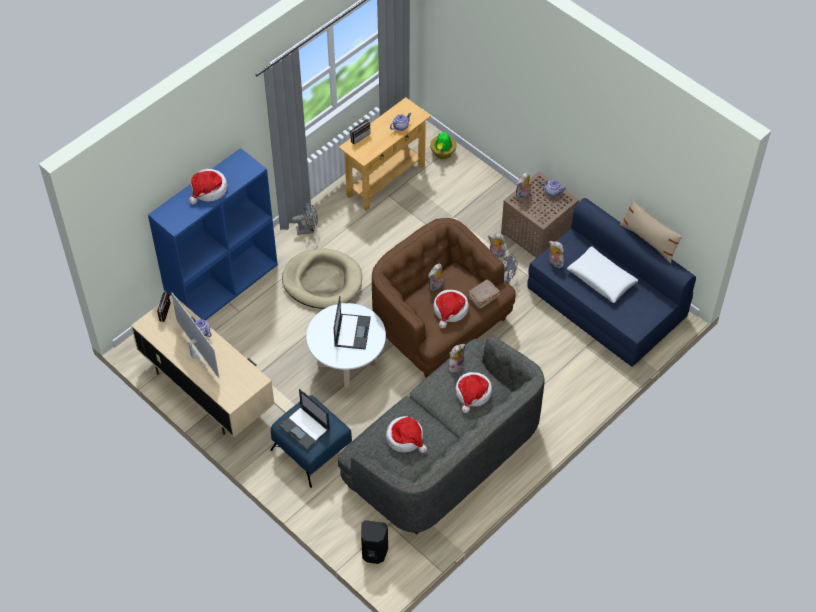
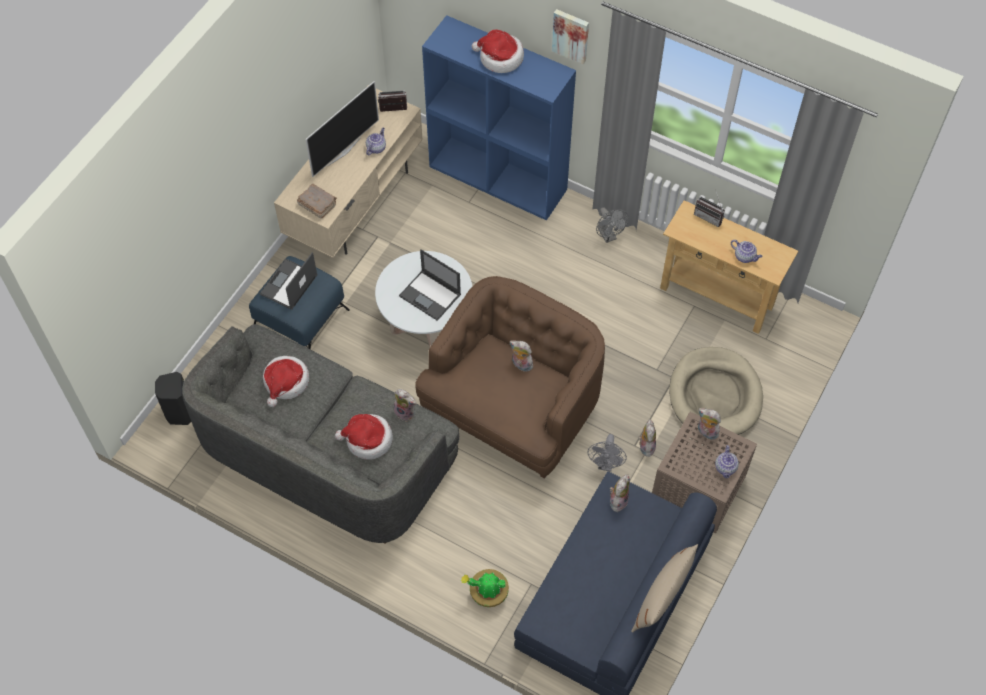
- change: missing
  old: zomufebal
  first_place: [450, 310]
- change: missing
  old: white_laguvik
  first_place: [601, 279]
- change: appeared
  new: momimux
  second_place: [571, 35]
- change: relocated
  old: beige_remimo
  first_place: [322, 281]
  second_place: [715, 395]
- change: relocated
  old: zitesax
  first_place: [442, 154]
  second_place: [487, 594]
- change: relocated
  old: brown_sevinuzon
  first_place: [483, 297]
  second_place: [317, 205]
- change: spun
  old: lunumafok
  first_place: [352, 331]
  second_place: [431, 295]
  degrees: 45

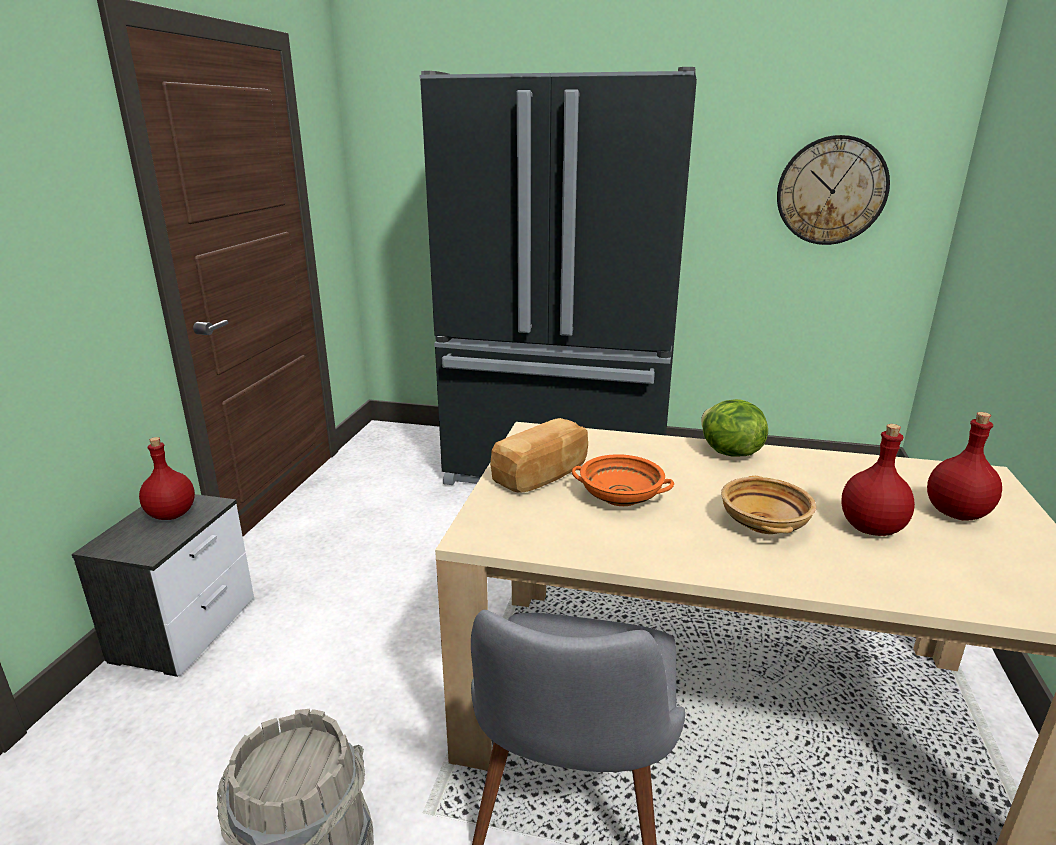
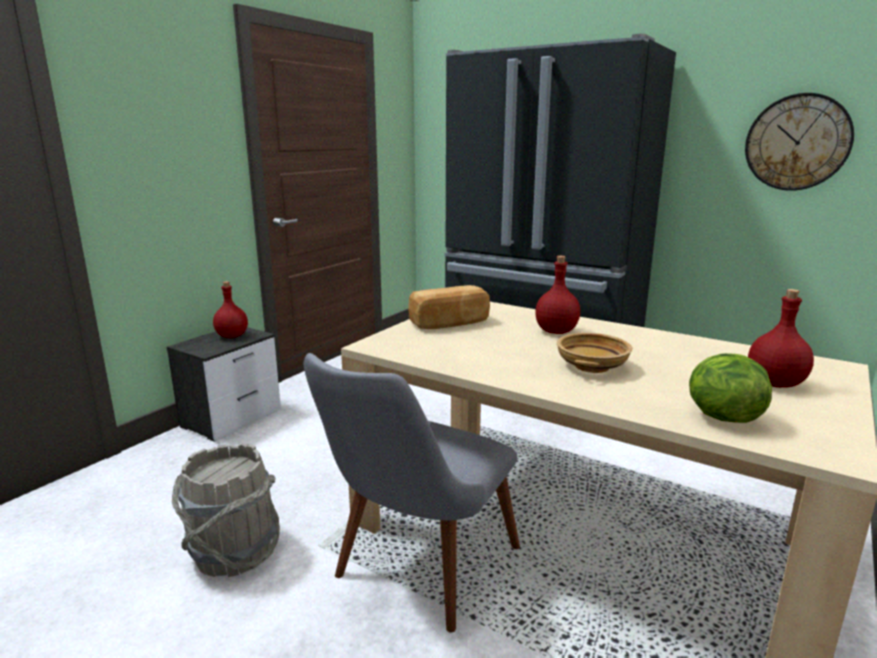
- change: missing
  old: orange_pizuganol
  first_place: [620, 496]
- change: relocated
  old: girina
  first_place: [728, 453]
  second_place: [721, 417]
- change: relocated
  old: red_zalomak
  first_place: [869, 528]
  second_place: [555, 331]

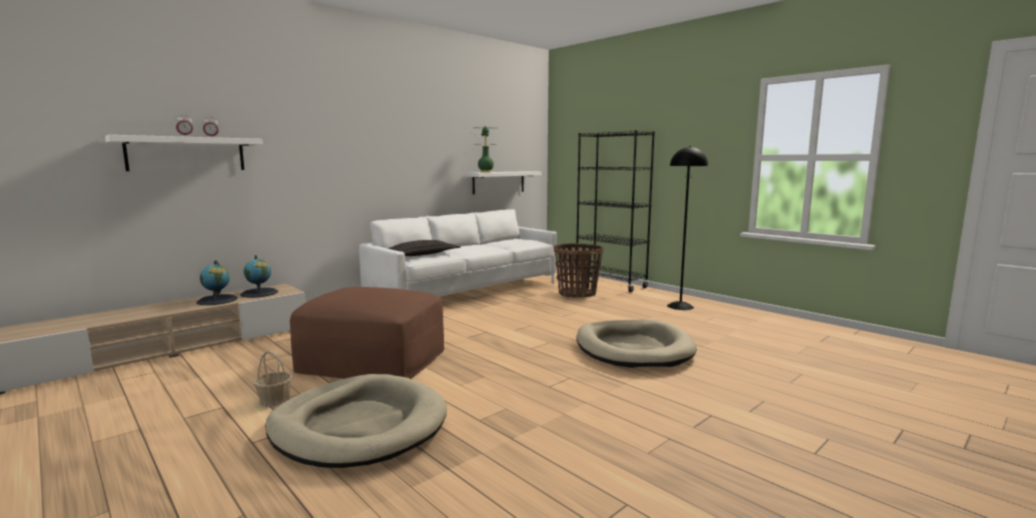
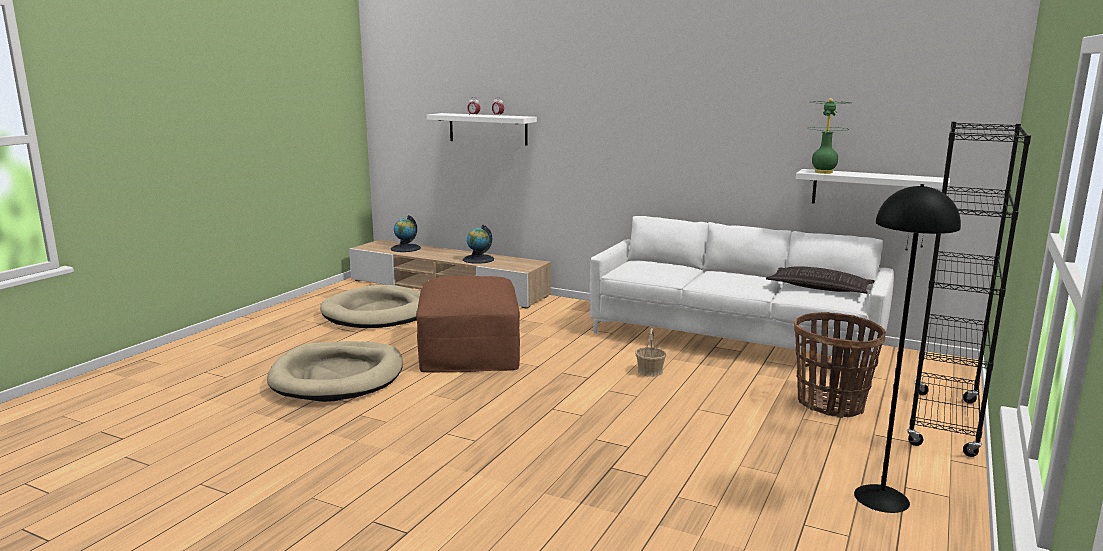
- change: relocated
  old: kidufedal
  first_place: [259, 293]
  second_place: [405, 248]
- change: relocated
  old: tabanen
  first_place: [275, 400]
  second_place: [650, 371]
- change: relocated
  old: laguvik
  first_place: [421, 254]
  second_place: [819, 288]
- change: relocated
  old: beige_remimo
  first_place: [633, 348]
  second_place: [380, 313]

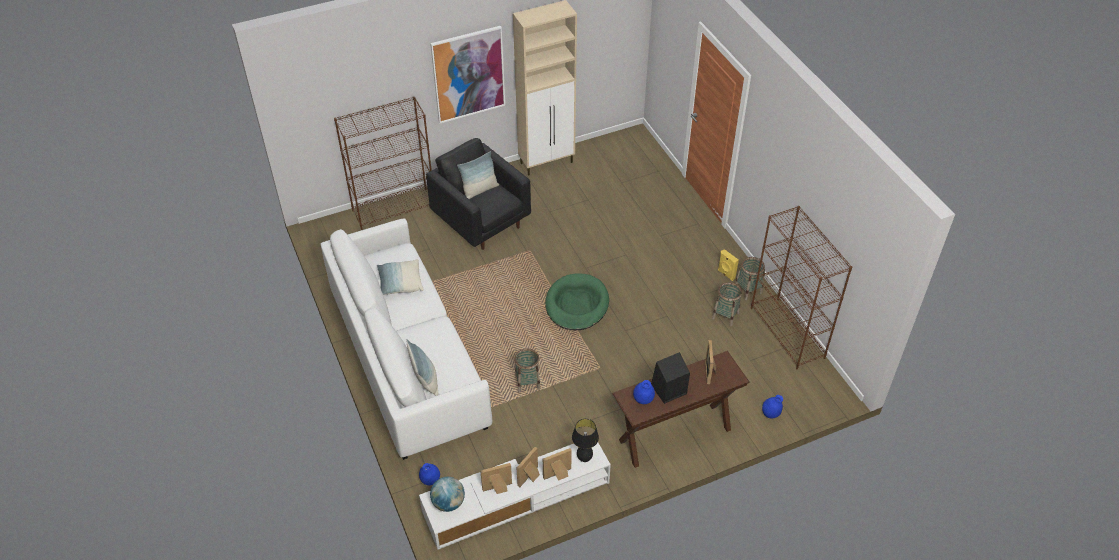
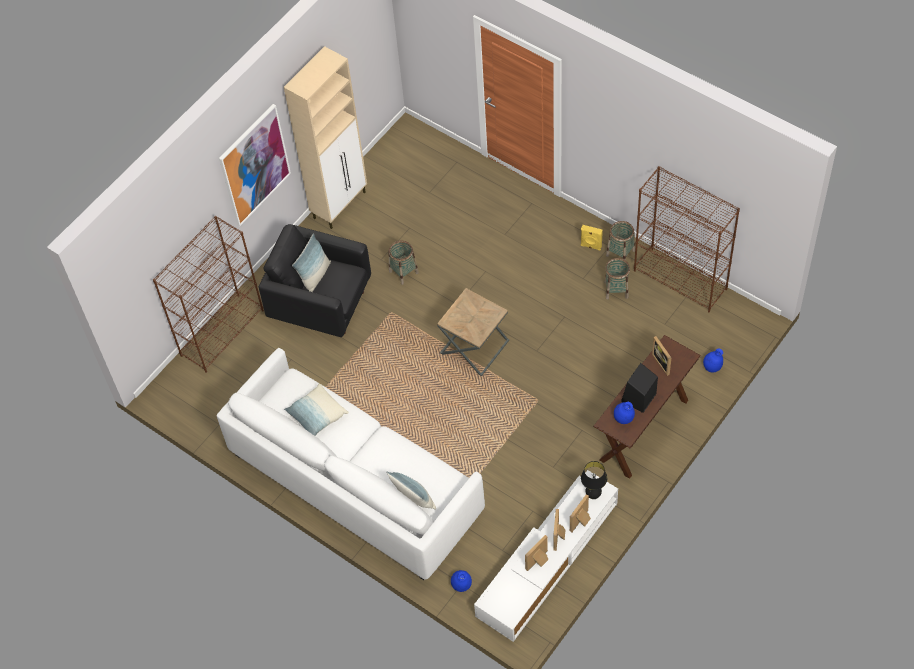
- change: missing
  old: kidufedal
  first_place: [448, 503]
- change: relocated
  old: tabanen
  first_place: [527, 382]
  second_place: [403, 272]
- change: exchanged
  old: green_remimo
  new: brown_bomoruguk
  first_place: [577, 304]
  second_place: [474, 347]

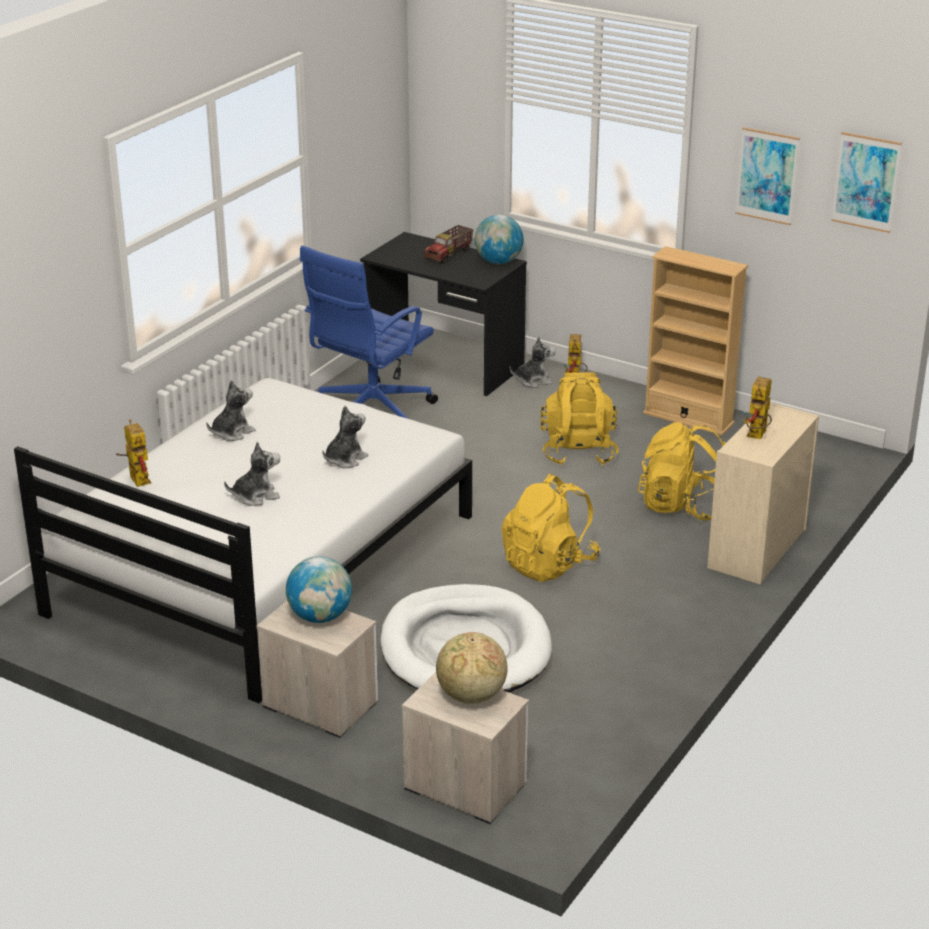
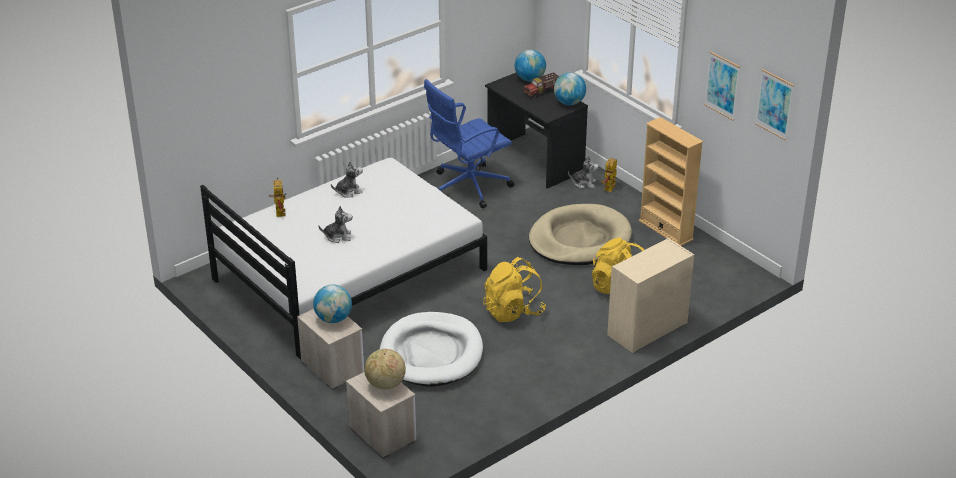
- change: missing
  old: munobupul
  first_place: [345, 459]
- change: missing
  old: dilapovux
  first_place: [757, 436]
- change: appeared
  new: kidufedal
  second_place: [529, 79]
- change: exchanged
  old: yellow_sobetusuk
  new: beige_remimo
  first_place: [578, 452]
  second_place: [579, 240]

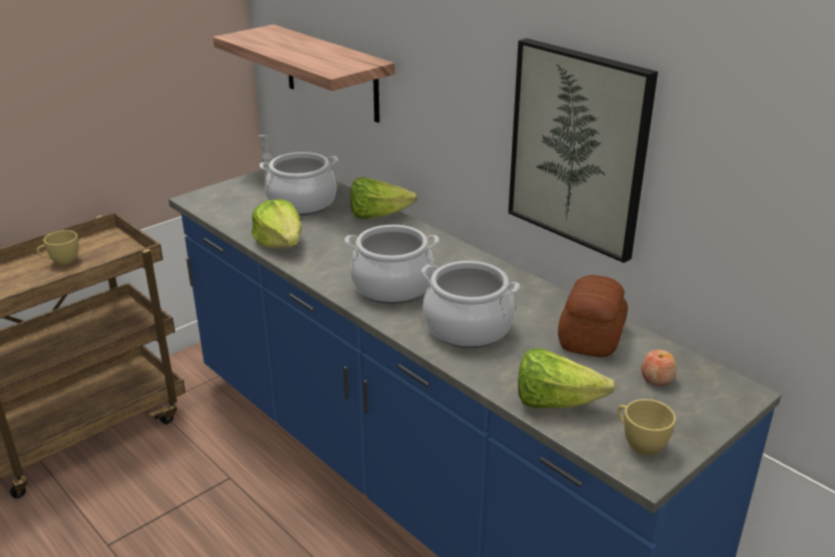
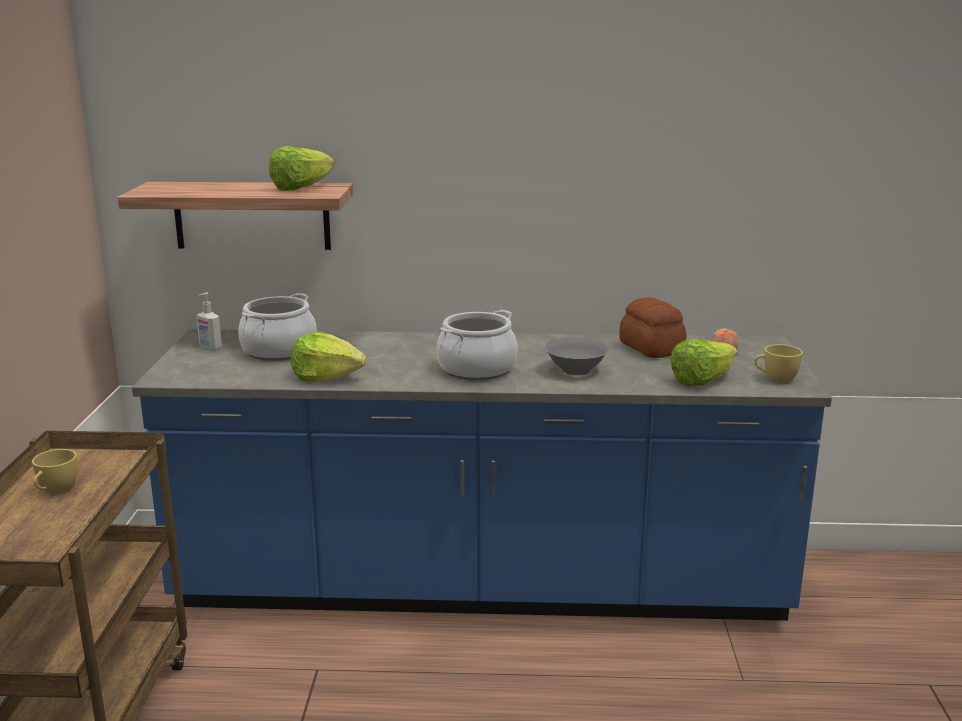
- change: missing
  old: momimux
  first_place: [579, 148]
- change: relocated
  old: girina
  first_place: [378, 216]
  second_place: [301, 188]
- change: exchanged
  old: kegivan
  new: grey_pizuganol
  first_place: [468, 327]
  second_place: [576, 370]

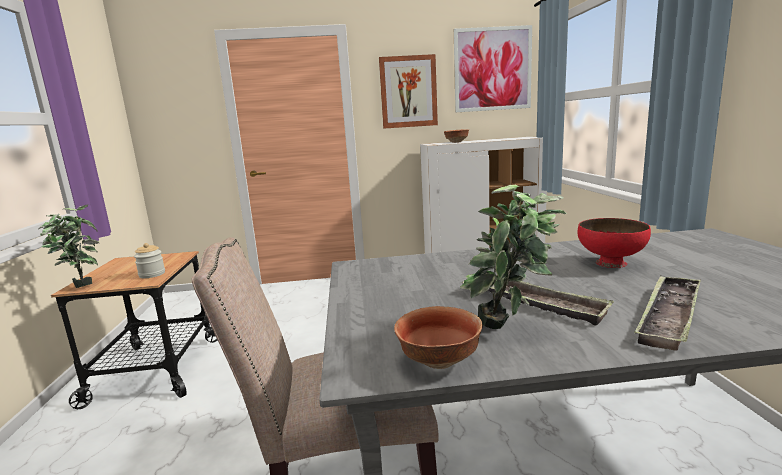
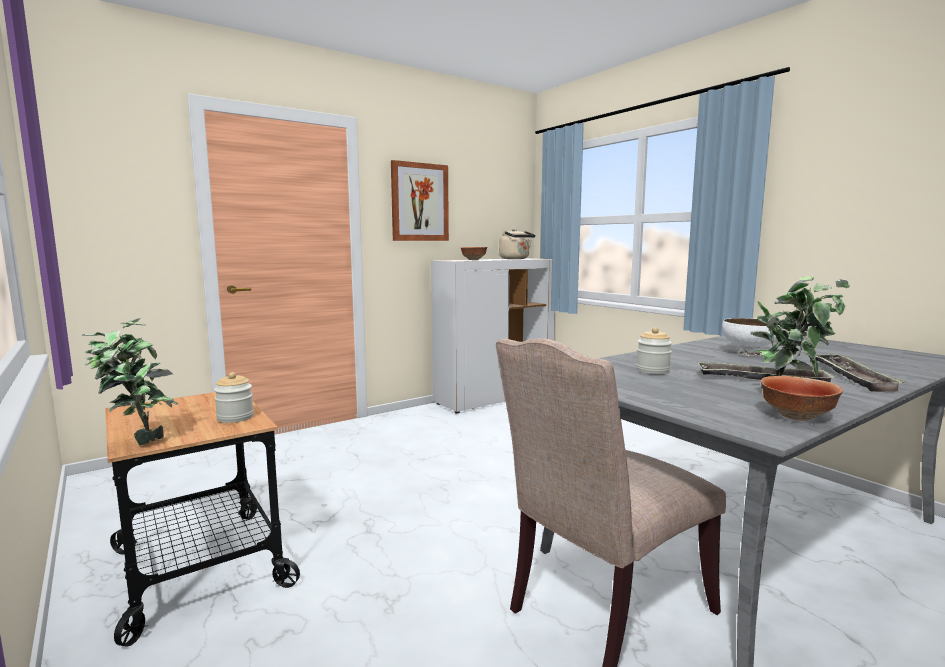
- change: missing
  old: momimux
  first_place: [492, 69]
- change: appeared
  new: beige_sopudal
  second_place: [516, 259]
- change: appeared
  new: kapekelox
  second_place: [652, 370]
- change: colour
  old: red_pizuganol
  new: white_pizuganol
  first_place: [610, 263]
  second_place: [748, 353]

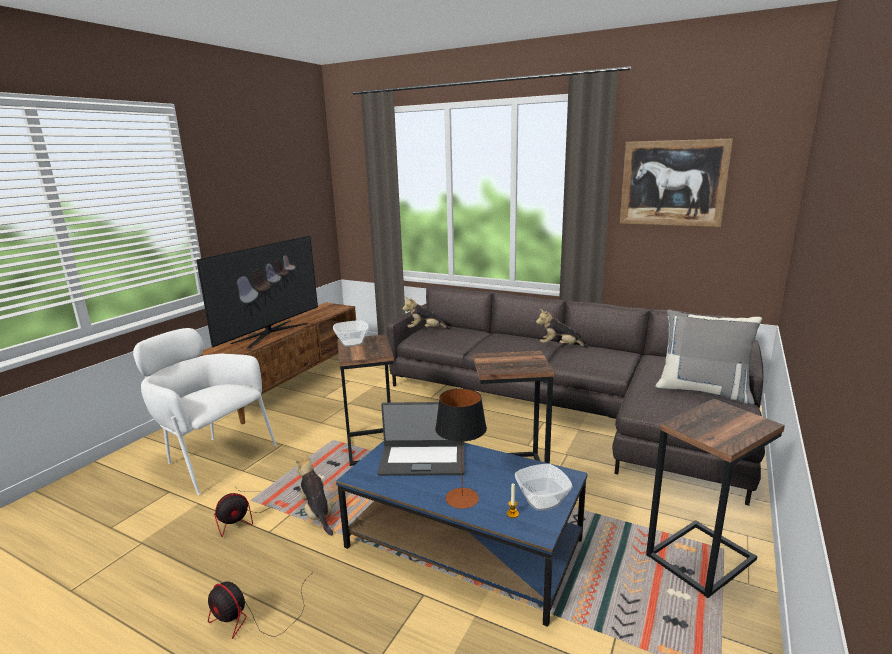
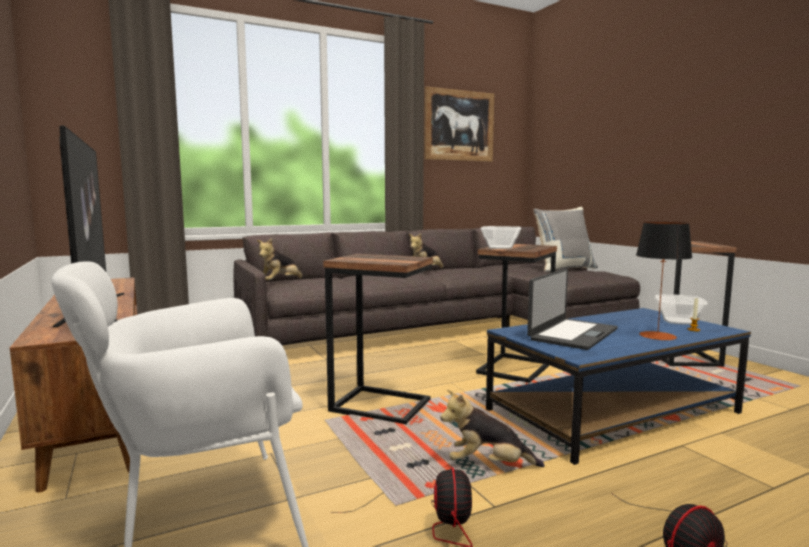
- change: relocated
  old: pizuganol
  first_place: [352, 342]
  second_place: [499, 247]

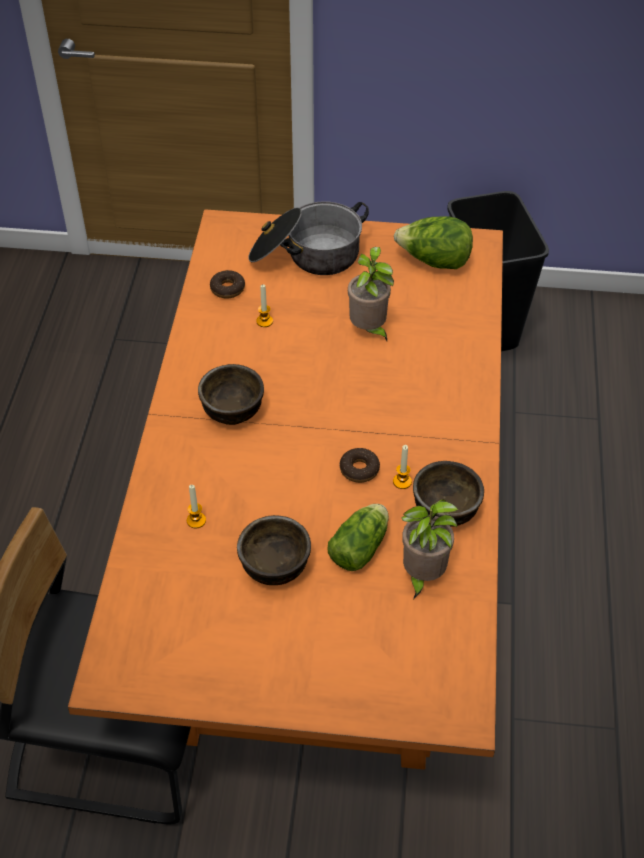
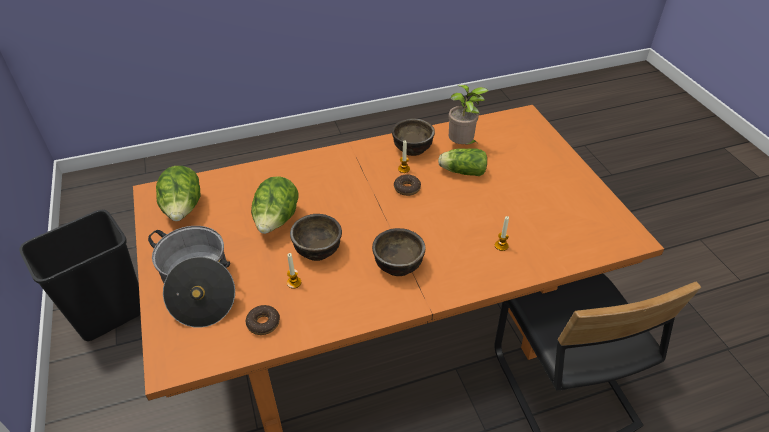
- change: relocated
  old: brown_pizuganol
  first_place: [275, 566]
  second_place: [317, 250]
- change: exchanged
  old: zitesax
  new: girina
  first_place: [369, 330]
  second_place: [277, 221]

